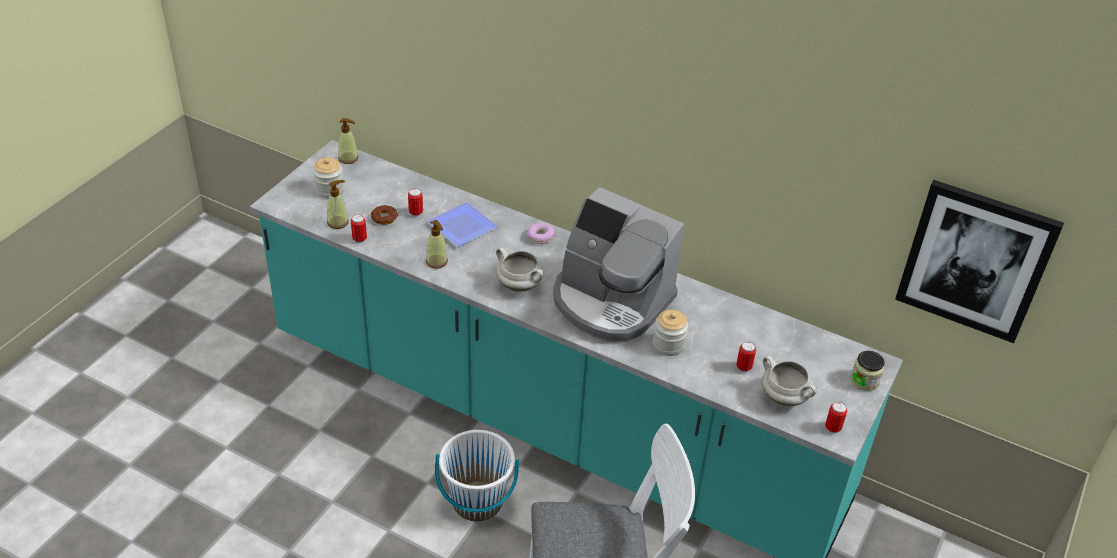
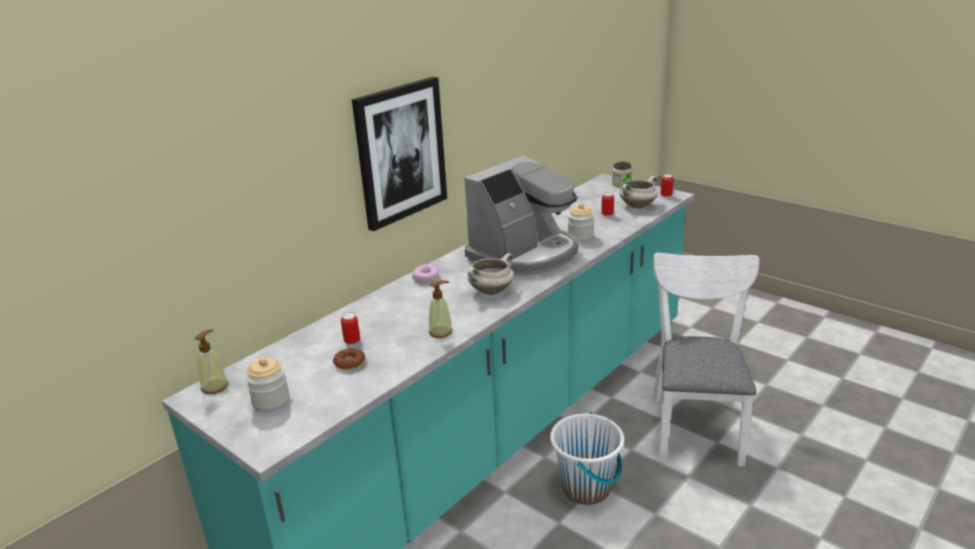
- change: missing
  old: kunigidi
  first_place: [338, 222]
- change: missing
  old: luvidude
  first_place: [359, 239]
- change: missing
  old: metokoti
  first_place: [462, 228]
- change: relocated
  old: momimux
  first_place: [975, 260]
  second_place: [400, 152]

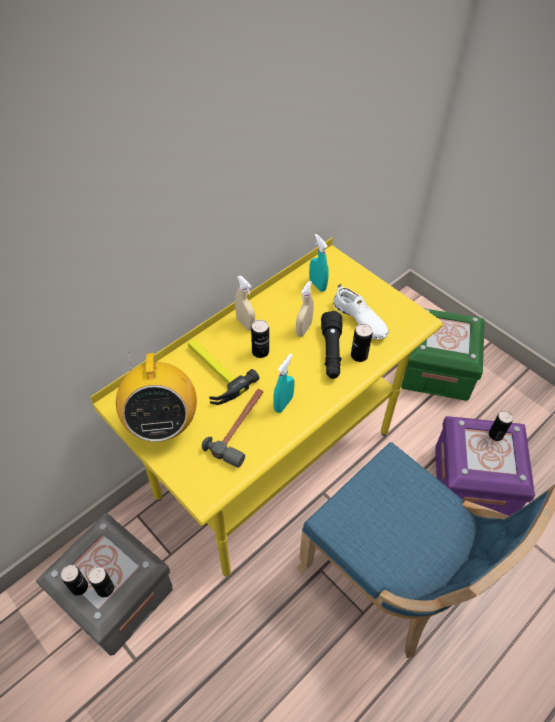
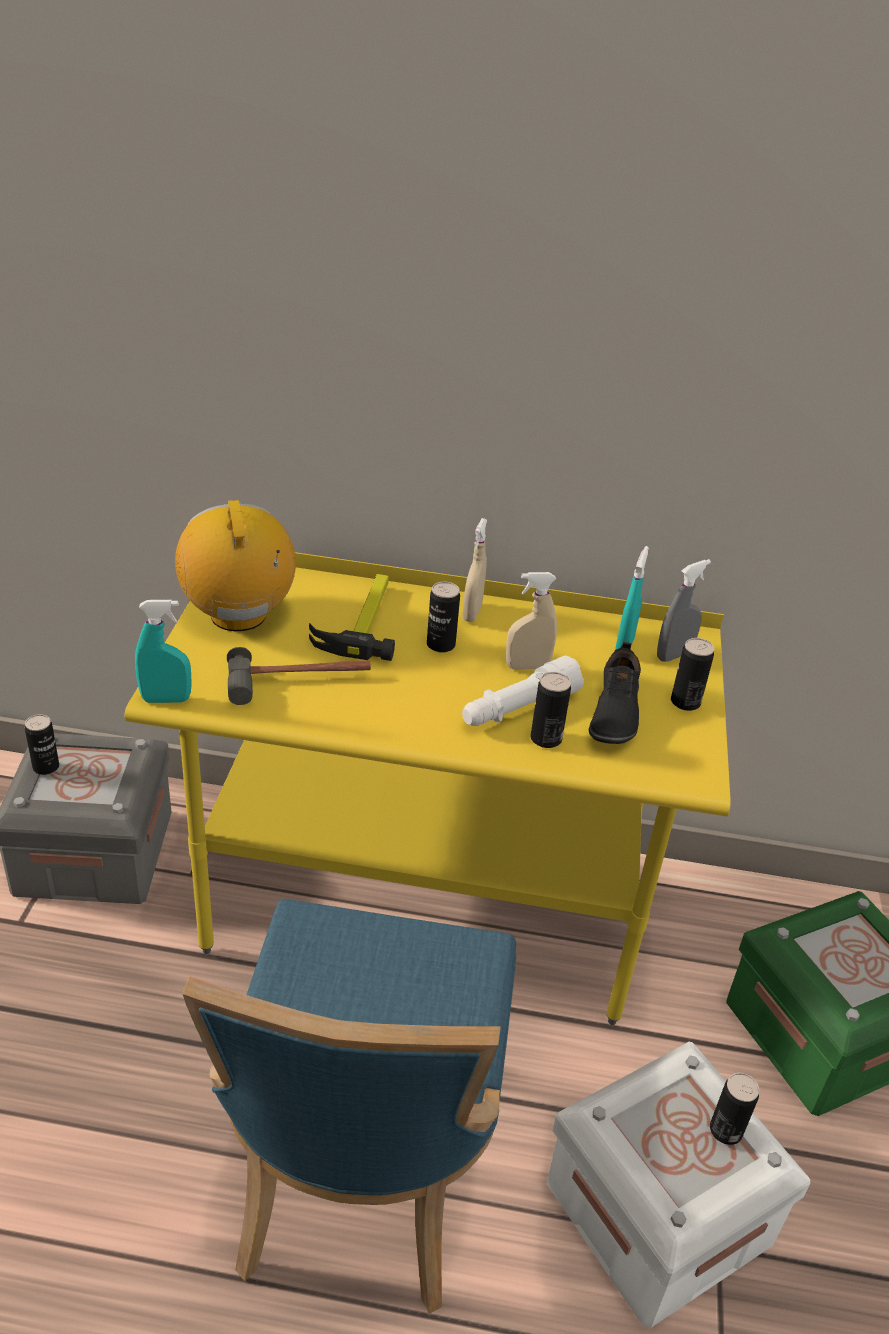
- change: appeared
  new: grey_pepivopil
  second_place: [674, 655]
- change: relocated
  old: luvidude
  first_place: [105, 588]
  second_place: [685, 702]
- change: relocated
  old: turquoise_pepivopil
  first_place: [283, 403]
  second_place: [166, 699]
- change: colour
  old: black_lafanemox
  new: white_lafanemox
  first_place: [331, 352]
  second_place: [518, 709]
- change: colour
  old: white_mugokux
  new: black_mugokux
  first_place: [359, 320]
  second_place: [613, 712]
- change: colour
  old: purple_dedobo
  new: white_dedobo
  first_place: [473, 481]
  second_place: [657, 1212]
- change: spun
  old: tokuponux
  first_place: [162, 424]
  second_place: [239, 616]
  degrees: 120

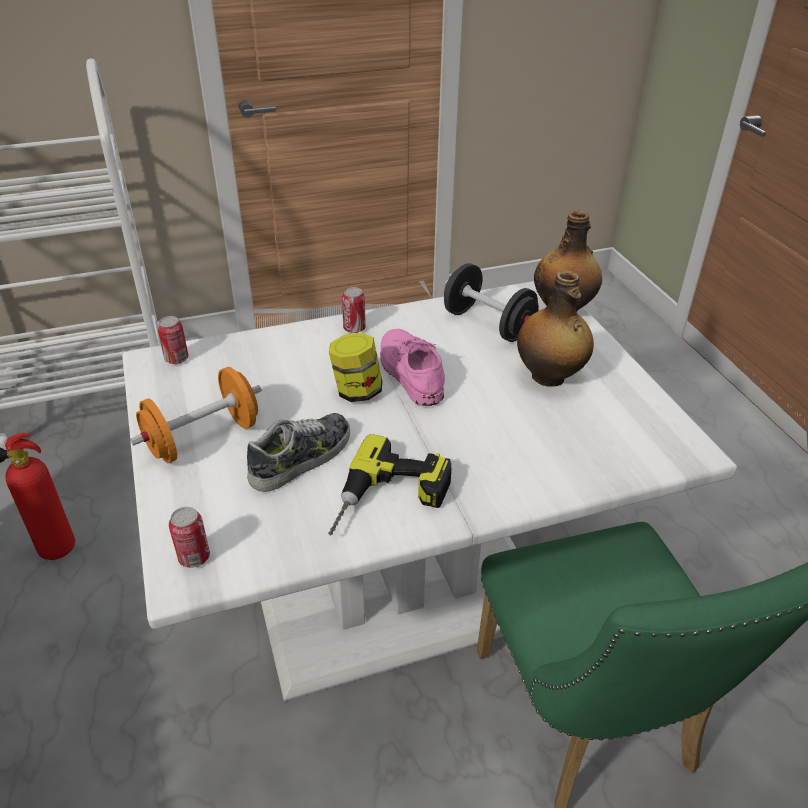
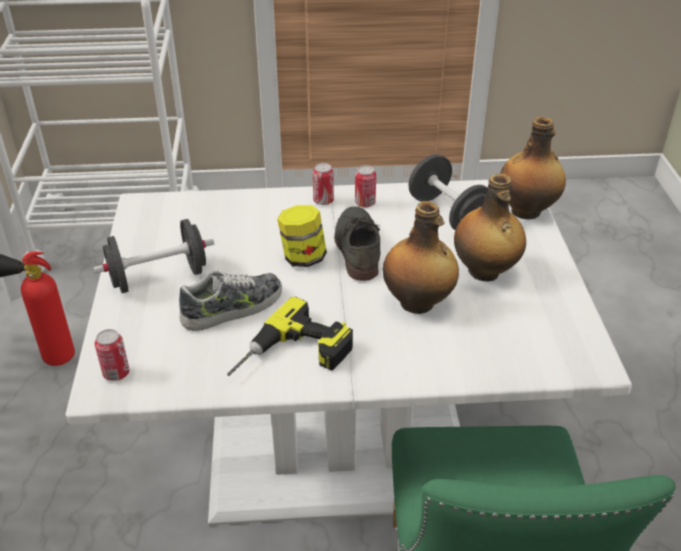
- change: appeared
  new: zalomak
  second_place: [418, 303]
- change: relocated
  old: luvidude
  first_place: [176, 359]
  second_place: [365, 203]
- change: colour
  old: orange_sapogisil
  new: black_sapogisil
  first_place: [203, 438]
  second_place: [159, 277]
- change: colour
  old: pink_mugokux
  new: grey_mugokux
  first_place: [409, 371]
  second_place: [357, 247]

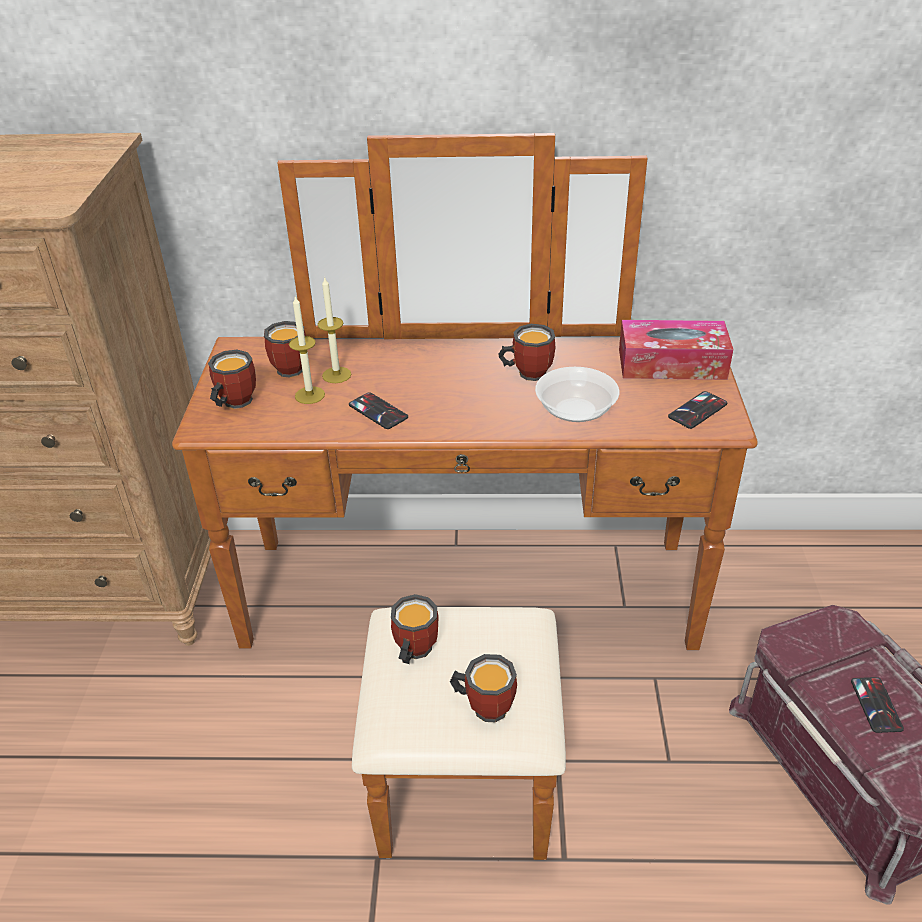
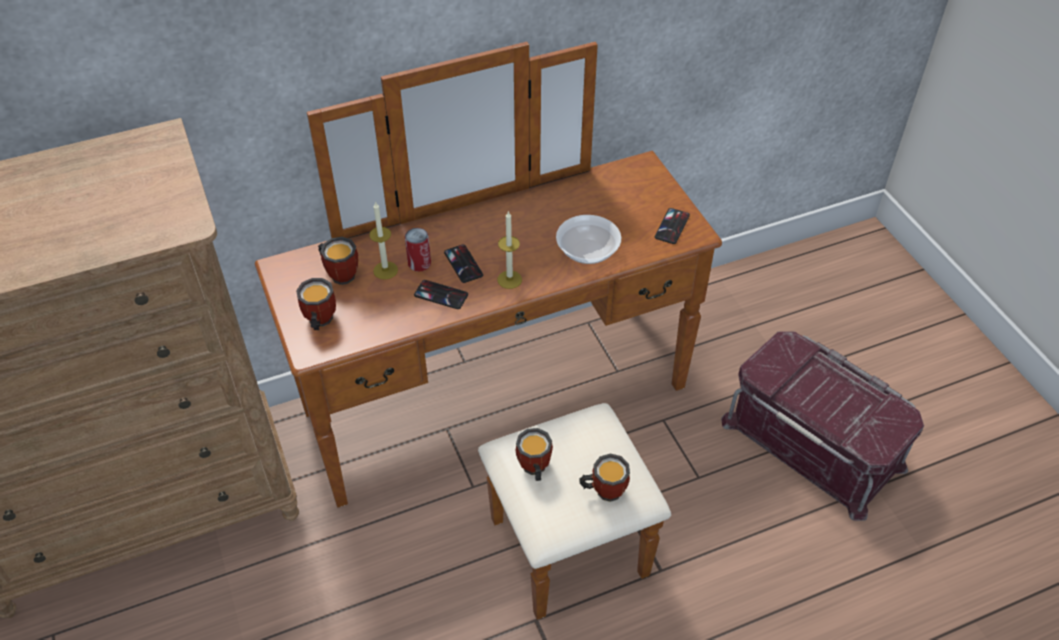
- change: missing
  old: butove
  first_place: [526, 372]
- change: missing
  old: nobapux
  first_place: [672, 364]
- change: appeared
  new: luvidude
  second_place: [419, 263]
- change: relocated
  old: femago
  first_place: [309, 395]
  second_place: [509, 279]
- change: relocated
  old: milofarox
  first_place: [876, 705]
  second_place: [463, 264]

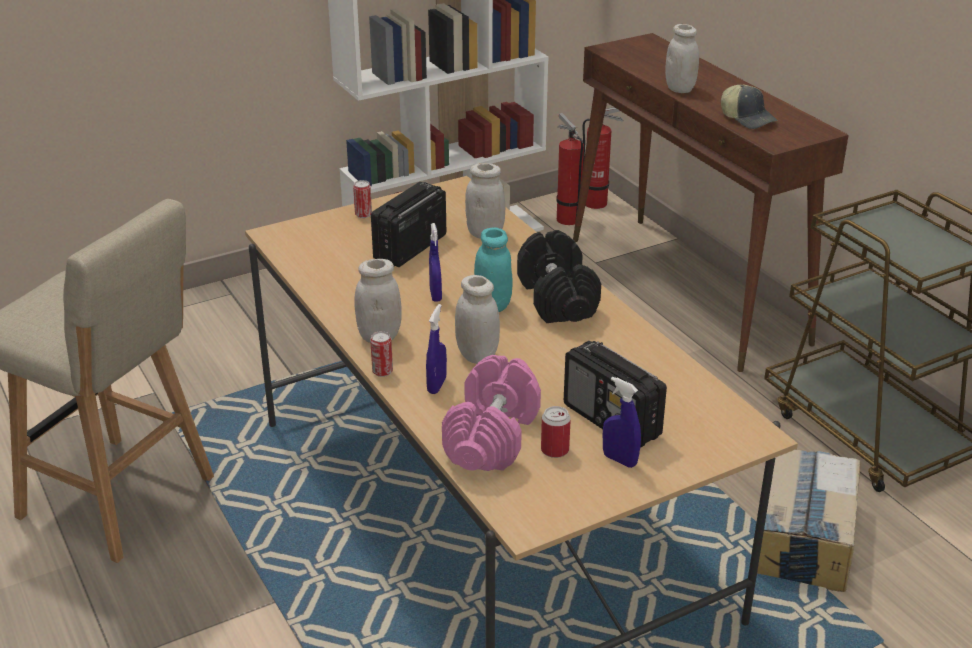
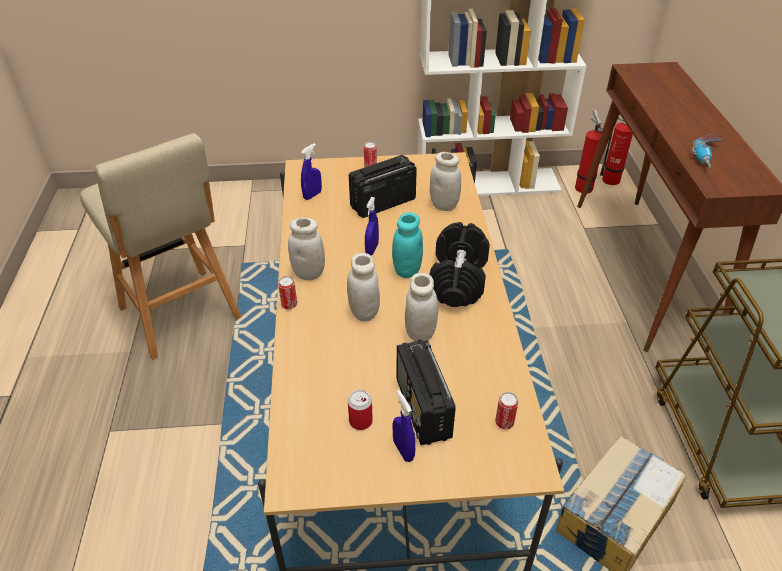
- change: missing
  old: pink_sapogisil
  first_place: [492, 437]
- change: appeared
  new: luvidude
  second_place: [504, 422]
- change: relocated
  old: blue_pepivopil
  first_place: [436, 385]
  second_place: [312, 195]
- change: relocated
  old: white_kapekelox
  first_place: [680, 89]
  second_place: [420, 333]
- change: exchanged
  old: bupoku
  new: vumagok
  first_place: [747, 118]
  second_place: [706, 157]

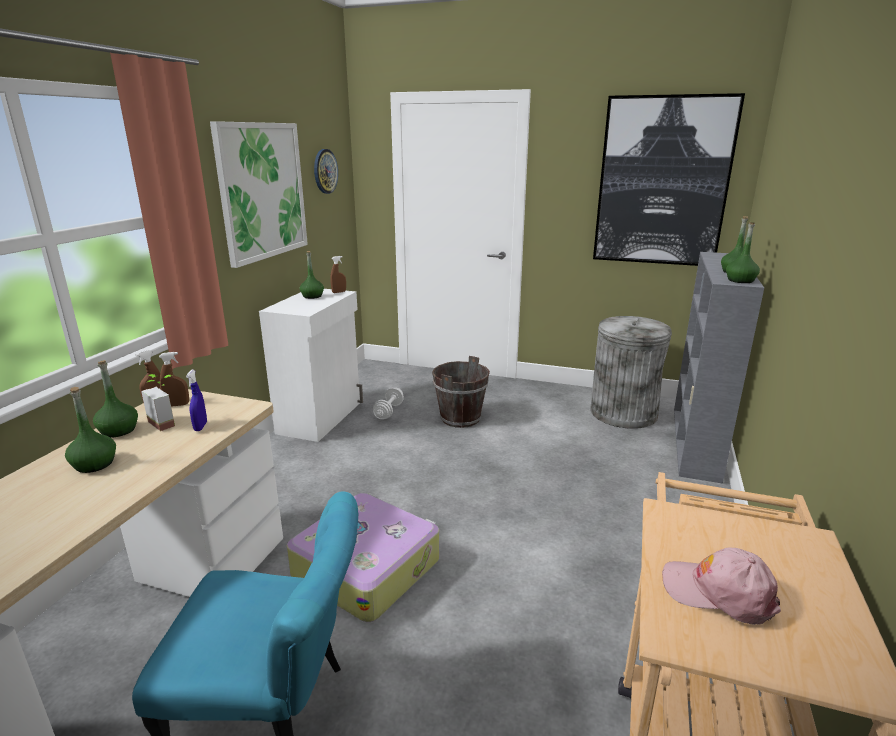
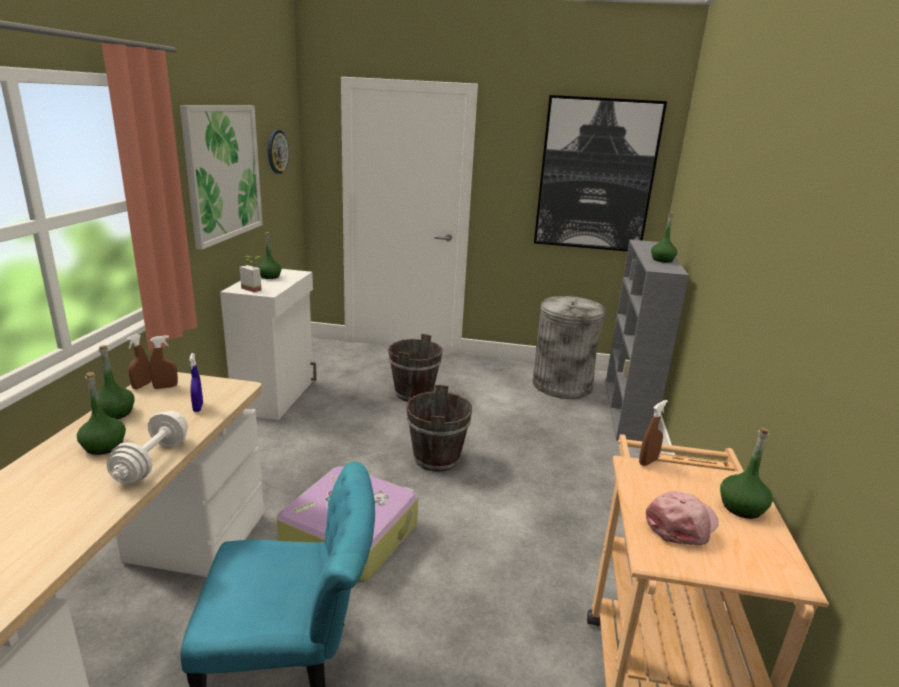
- change: appeared
  new: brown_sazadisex
  second_place: [436, 458]
- change: relocated
  old: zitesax
  first_place: [167, 421]
  second_place: [254, 288]
- change: relocated
  old: brown_pepivopil
  first_place: [339, 292]
  second_place: [648, 461]
- change: relocated
  old: white_sapogisil
  first_place: [389, 411]
  second_place: [152, 461]
- change: relocated
  old: green_zalomak
  first_place: [740, 280]
  second_place: [741, 507]
- change: spun
  old: pink_bupoku
  first_place: [718, 592]
  second_place: [682, 524]
  degrees: 120

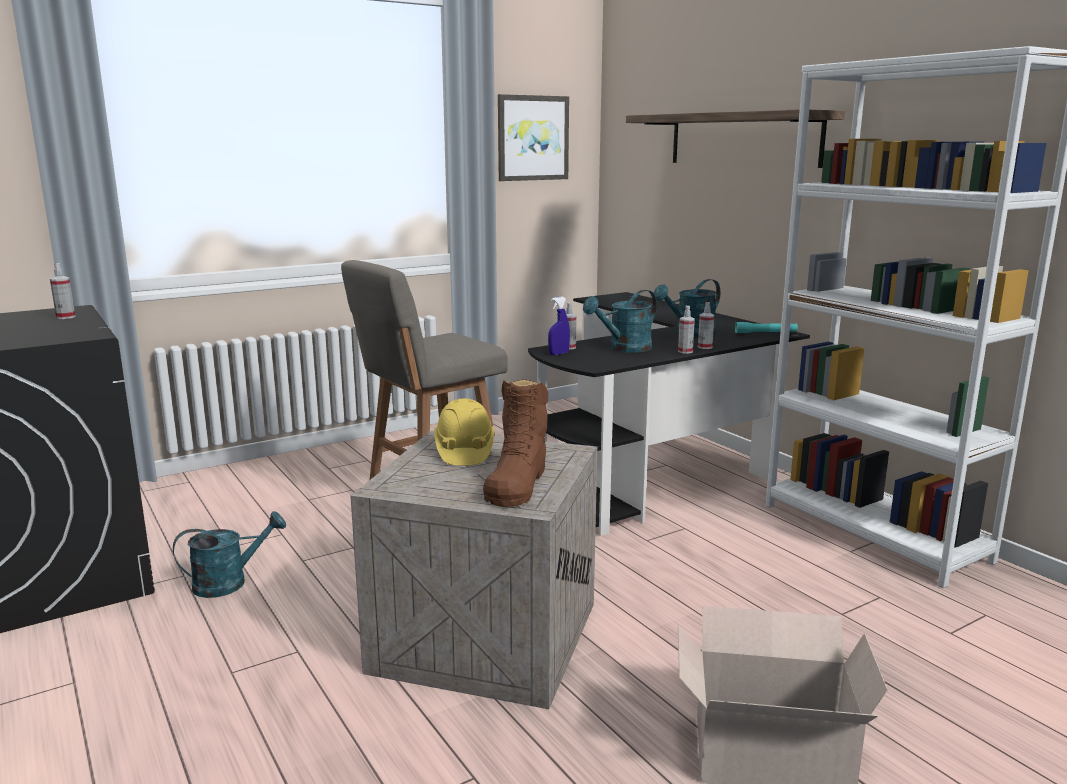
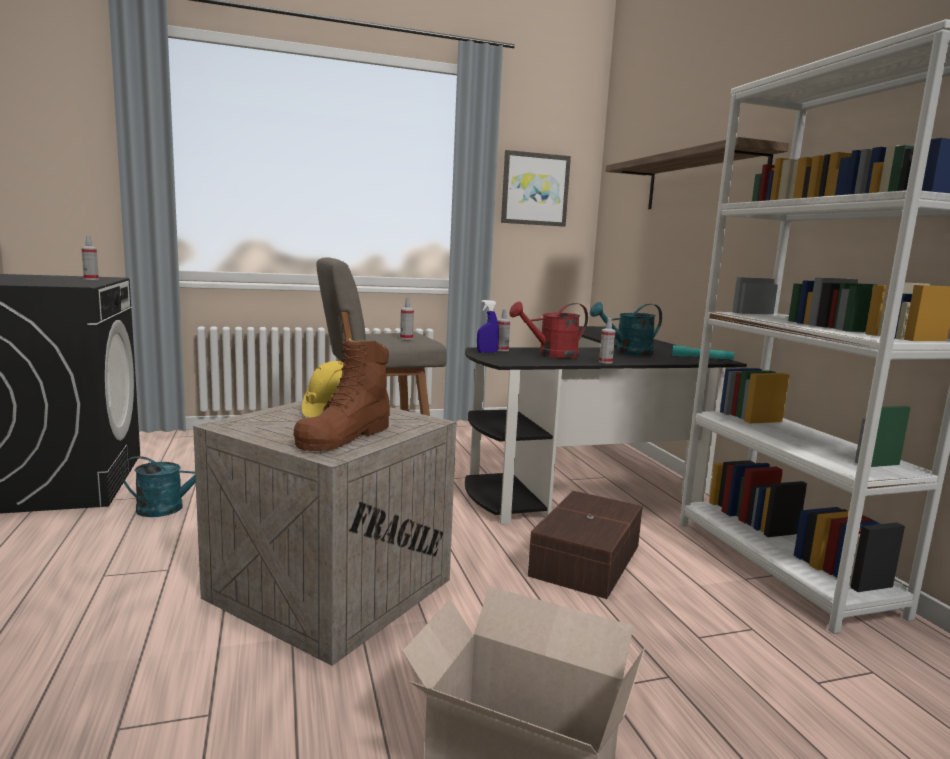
- change: appeared
  new: brown_dedobo
  second_place: [583, 560]
- change: relocated
  old: pepivopil
  first_place: [705, 347]
  second_place: [406, 338]
- change: colour
  old: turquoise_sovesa
  new: red_sovesa
  first_place: [624, 349]
  second_place: [551, 355]

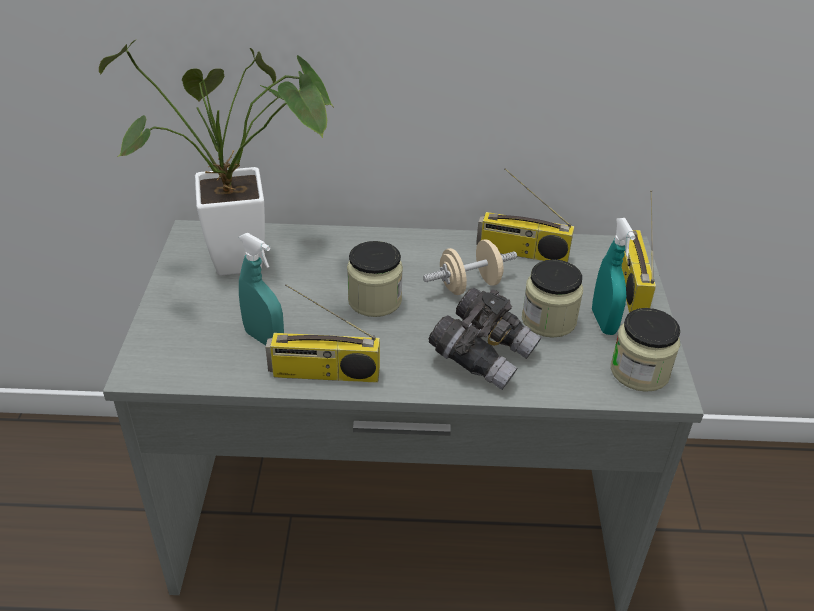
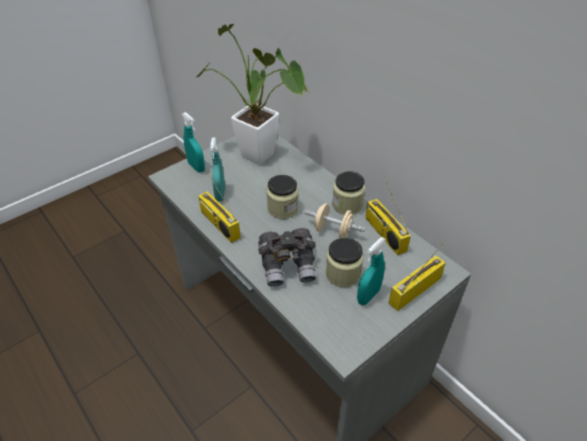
- change: appeared
  new: turquoise_pepivopil
  second_place: [196, 167]
- change: relocated
  old: kapekelox
  first_place: [639, 372]
  second_place: [347, 205]

